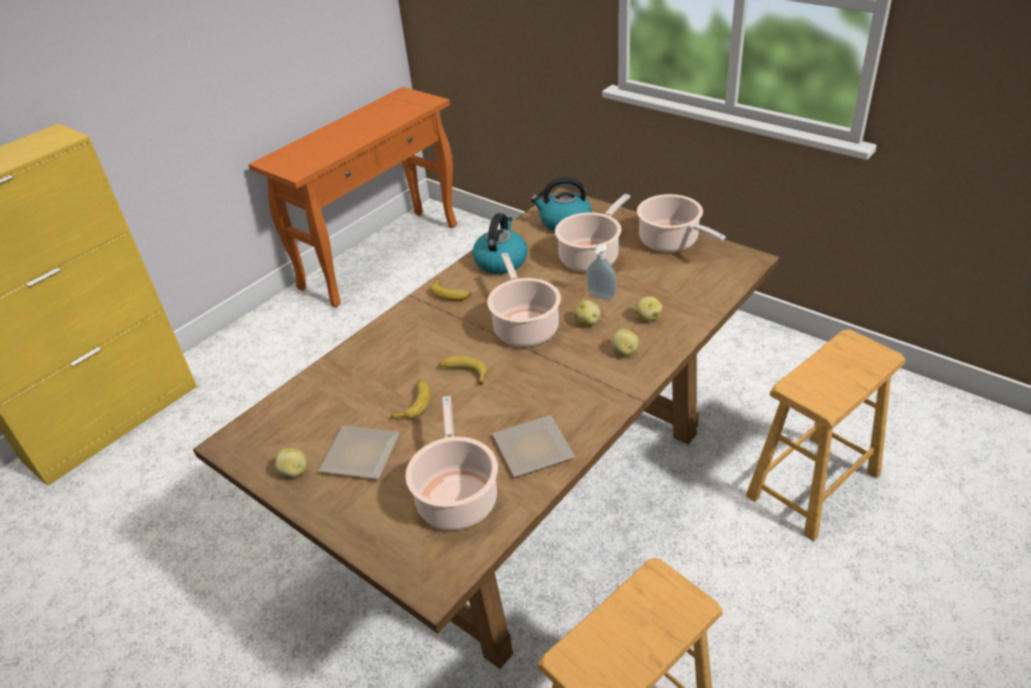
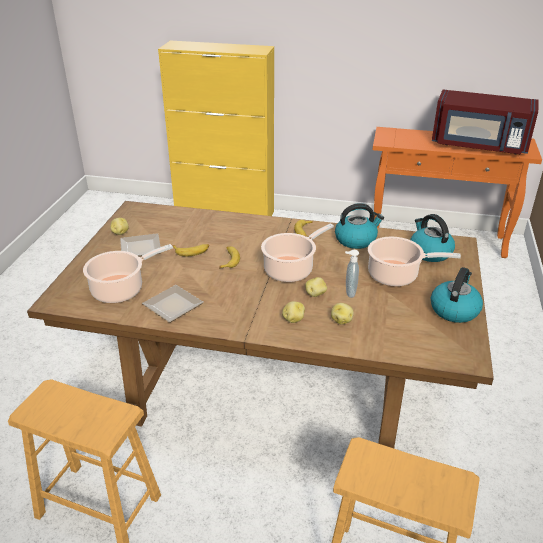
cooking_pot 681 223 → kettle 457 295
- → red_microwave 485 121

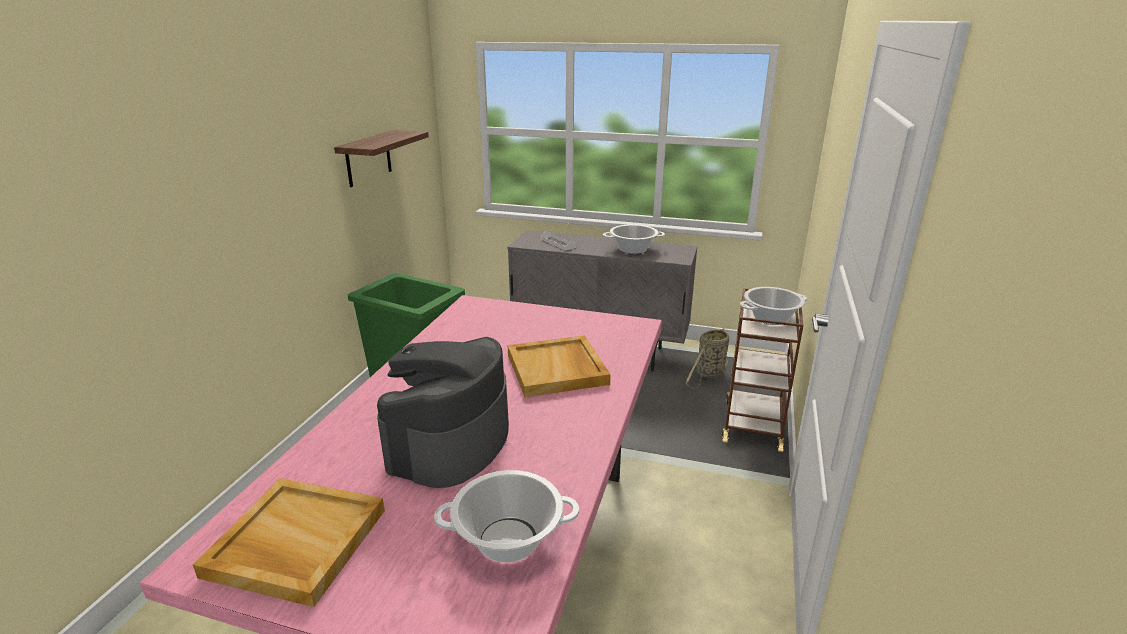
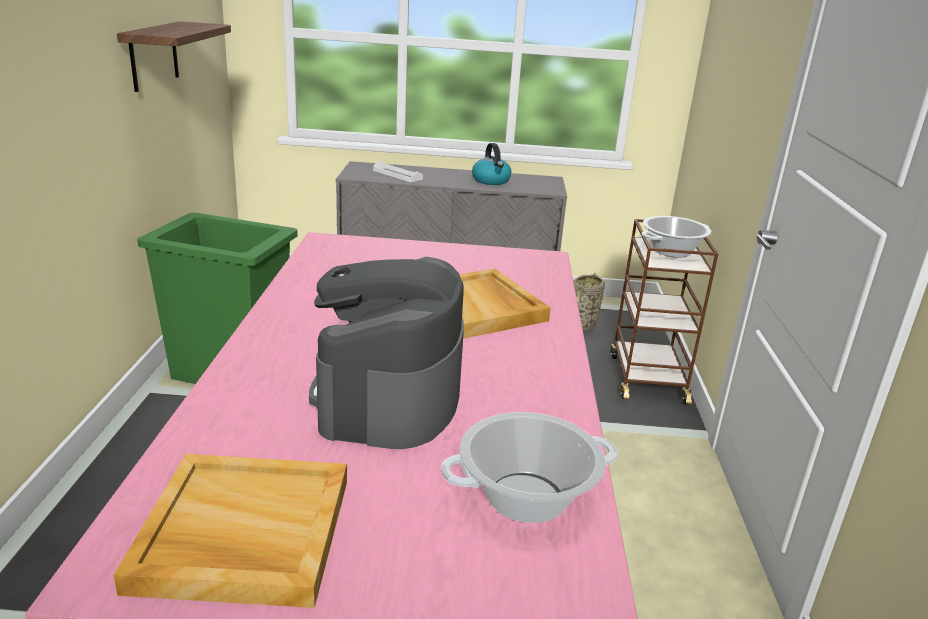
cooking_pot 634 239 → kettle 491 164

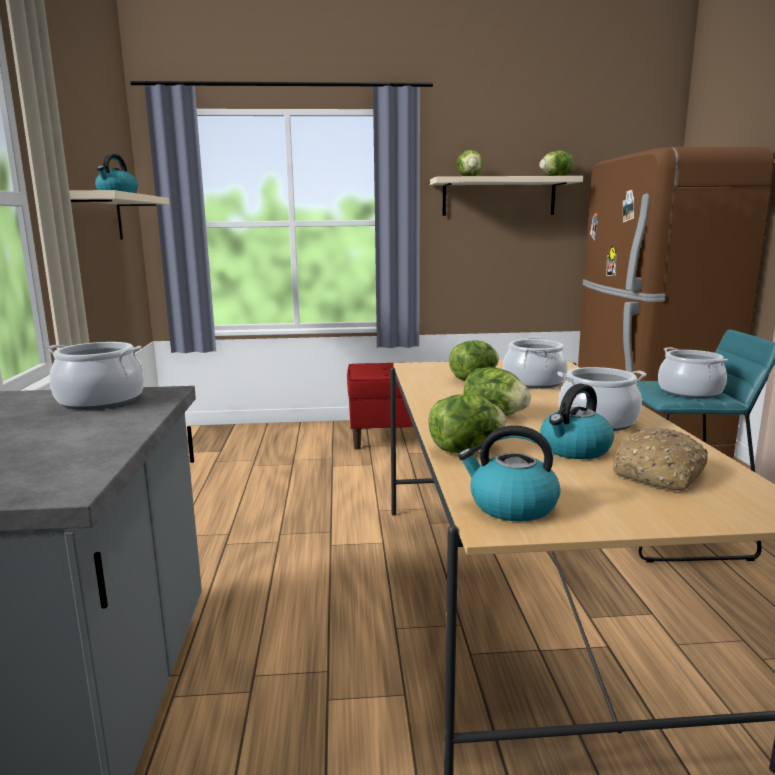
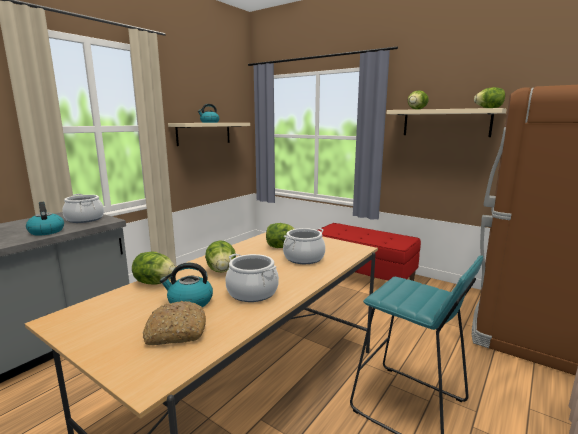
kettle 509 474 → kettle 45 219, relocated
cooking_pot 693 373 → -

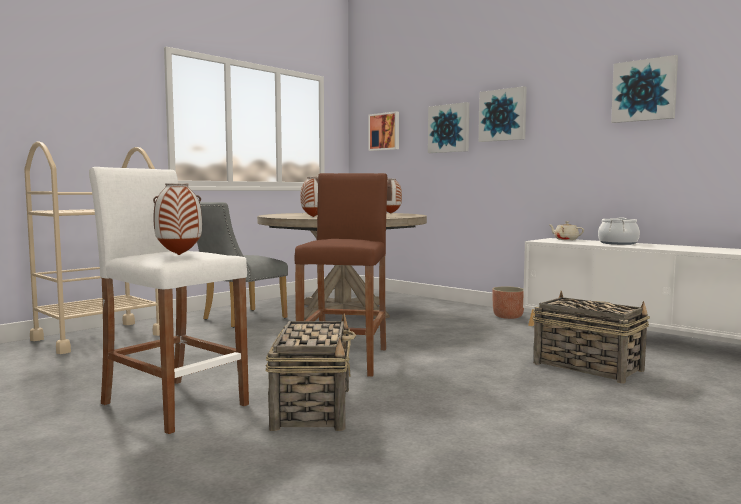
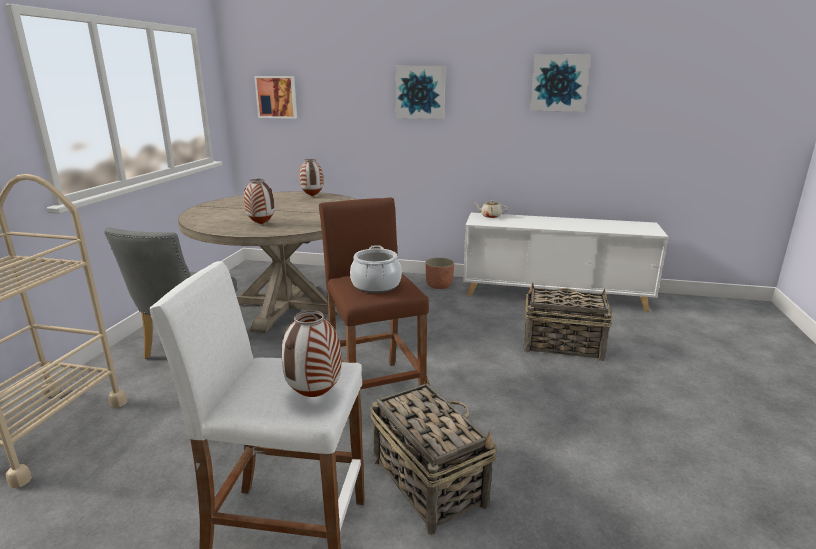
picture 448 127 → -
cooking_pot 619 231 → cooking_pot 376 269, relocated

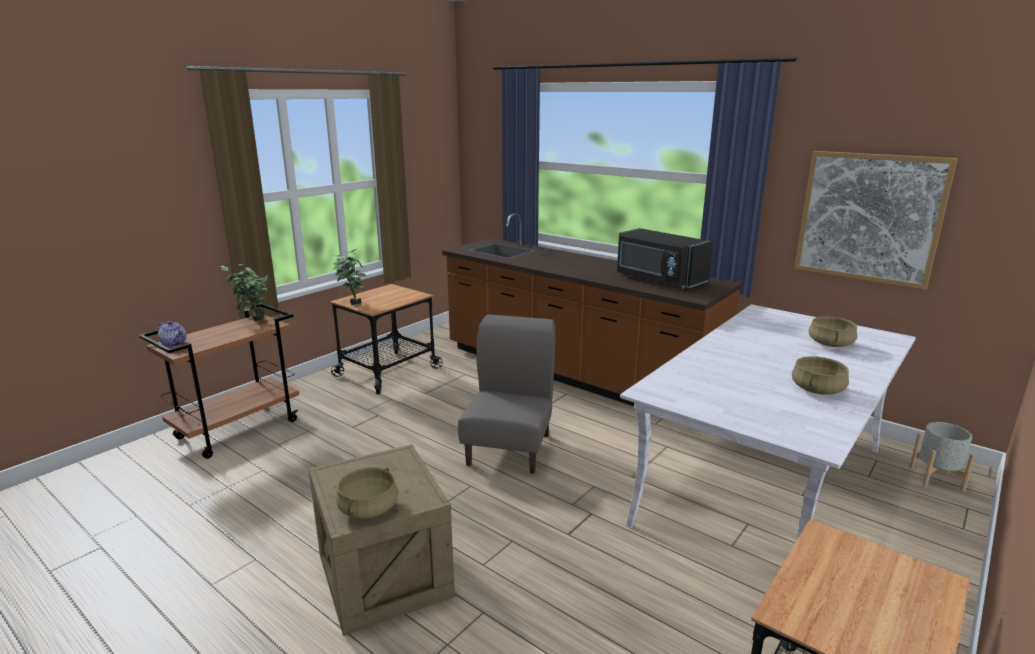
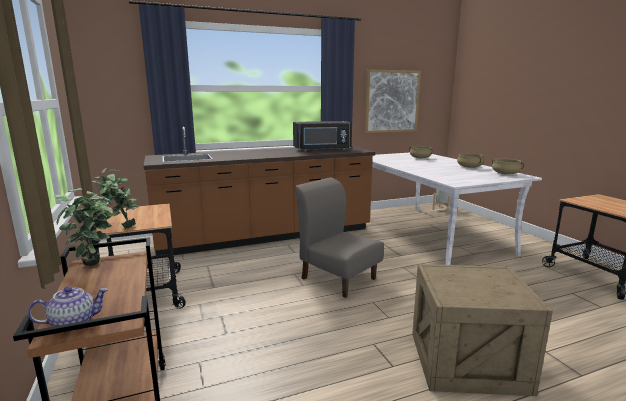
beige_cooking_pot 367 493 → beige_cooking_pot 508 166, relocated

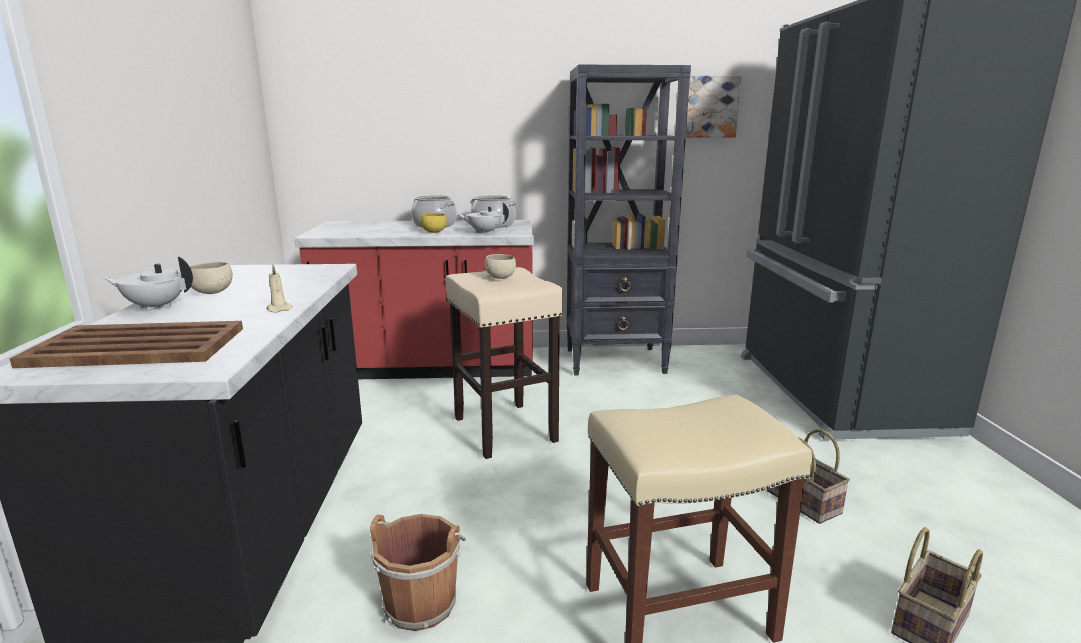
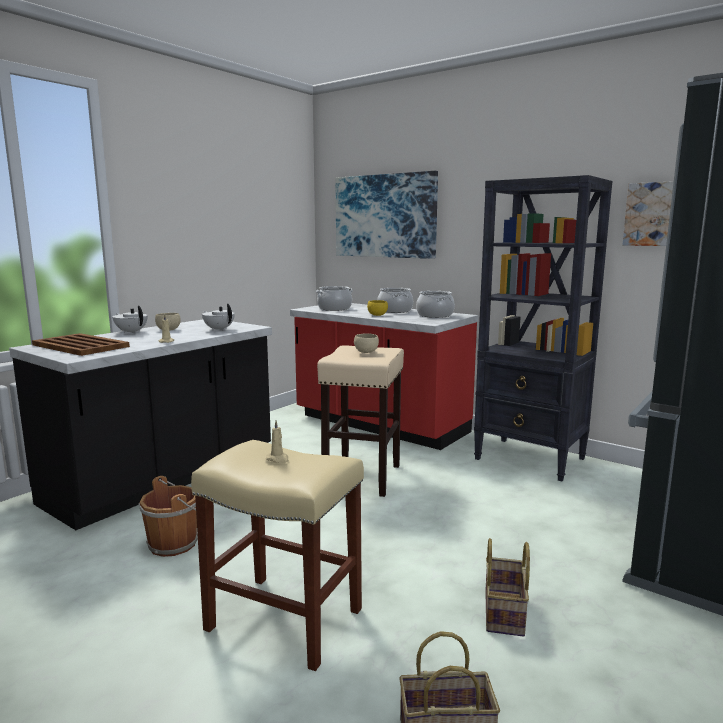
white_teapot 483 218 → white_teapot 218 317, relocated
- → beige_candle 277 442
- → cooking_pot 334 298
- → picture 386 215

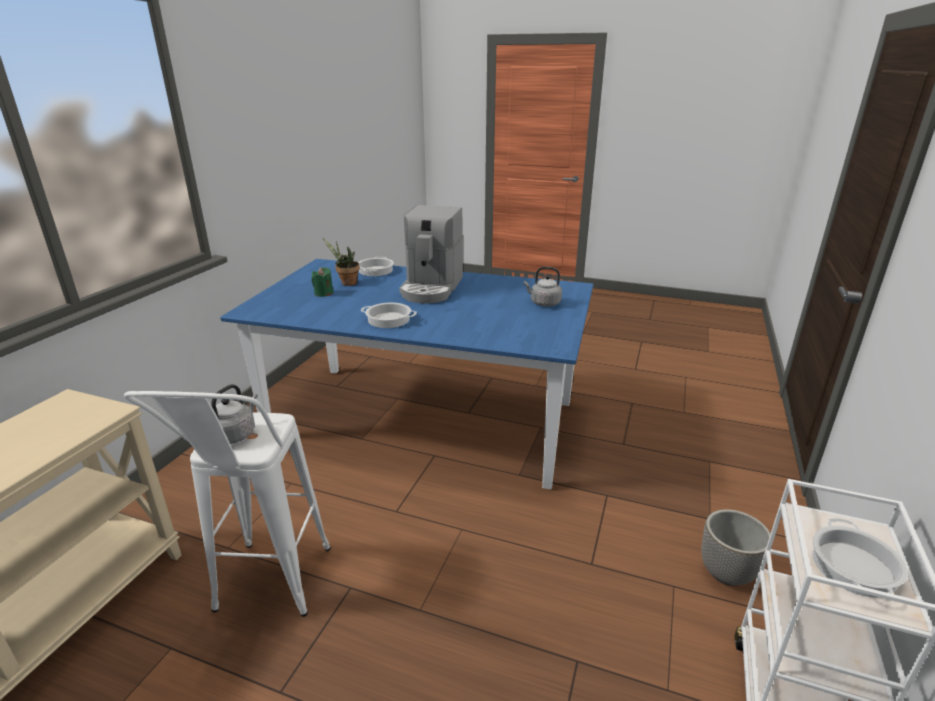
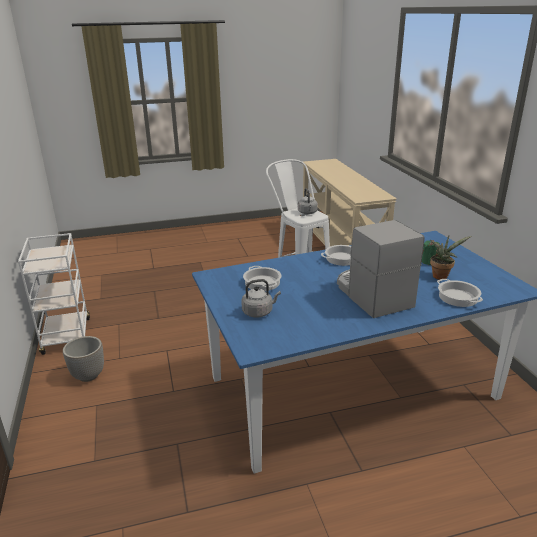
cooking_pot 860 558 → cooking_pot 262 278, relocated

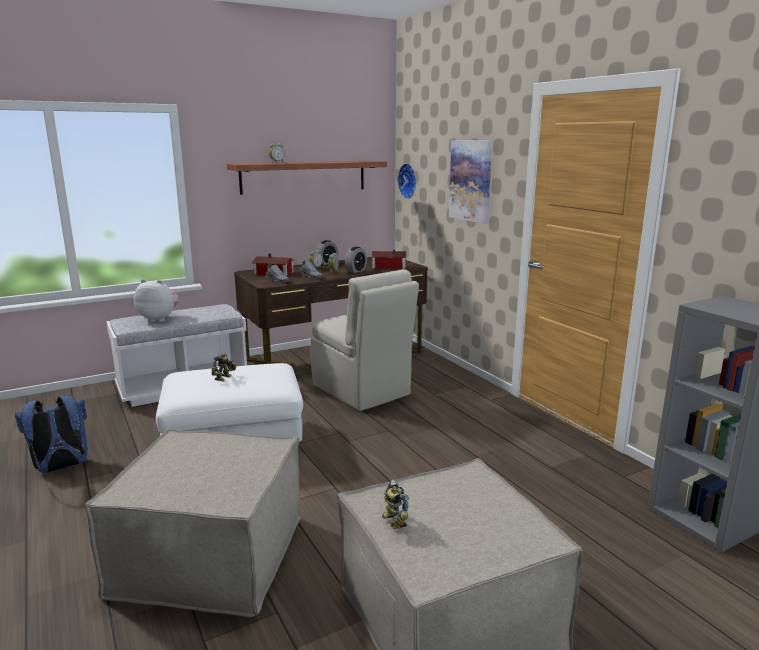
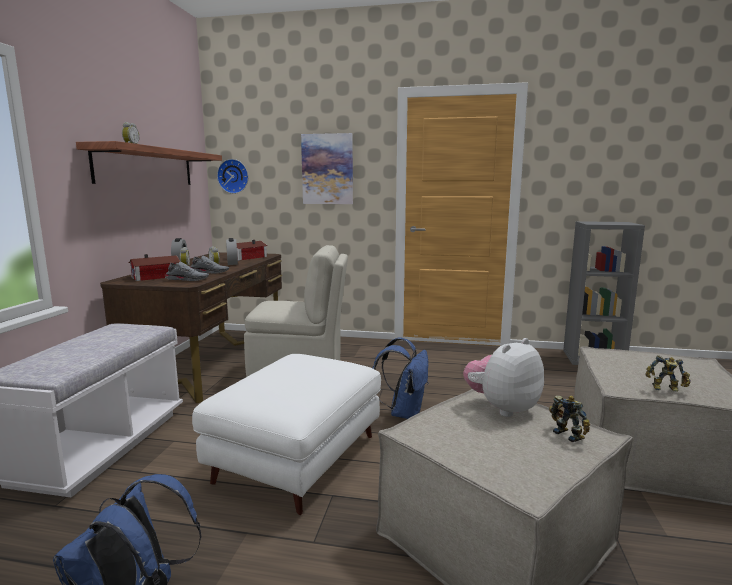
plush_toy 156 300 → plush_toy 503 377, relocated
toy_robot 224 367 → toy_robot 569 418, relocated
- → blue_backpack 400 378

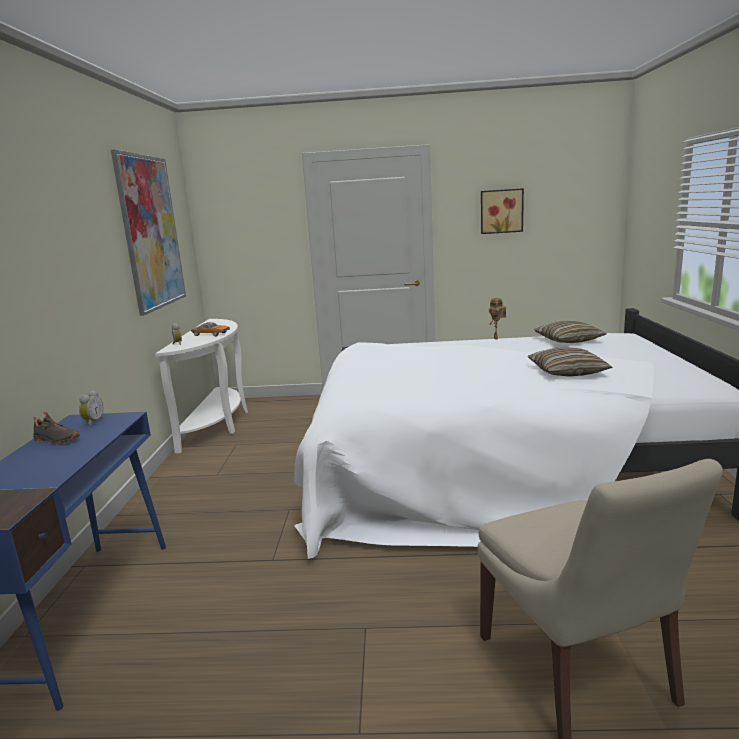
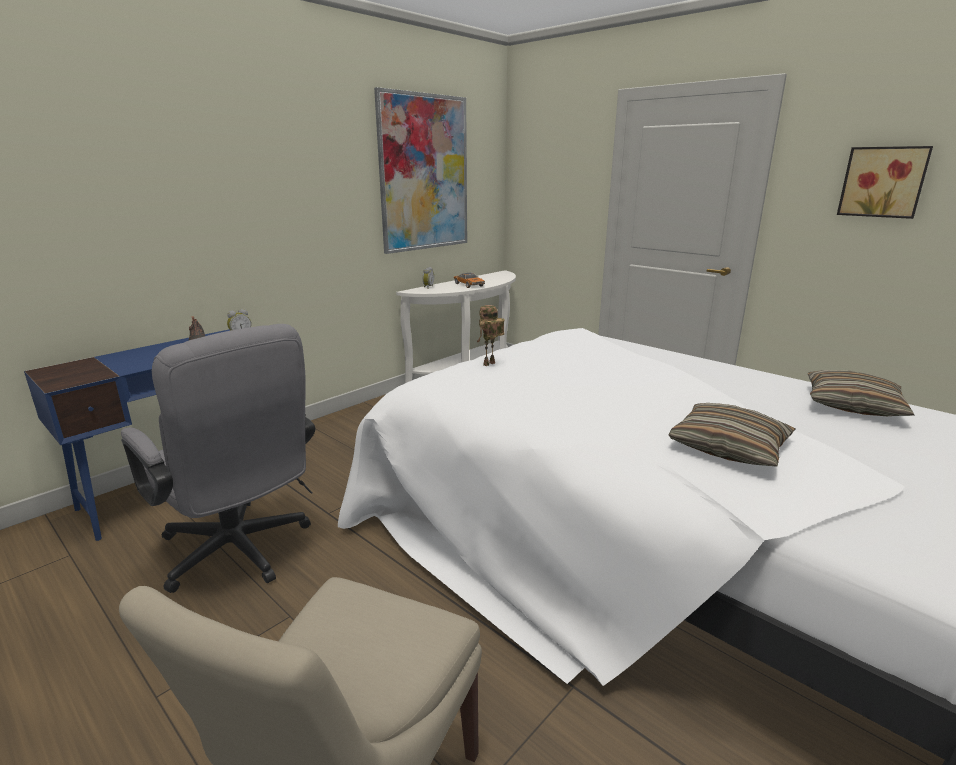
toy_robot 497 318 → toy_robot 491 335, relocated
- → grey_office_chair 218 458

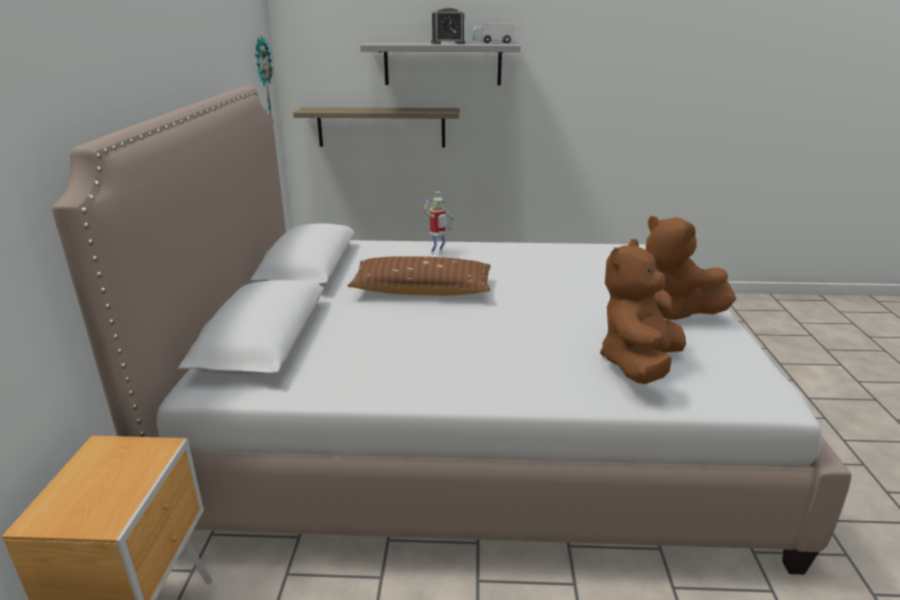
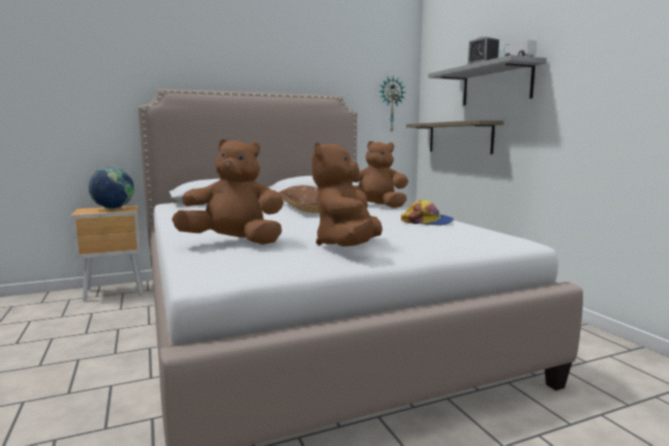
toy_robot 439 222 → brown_plush_toy 380 174
- → globe 111 188
- → cap 427 213

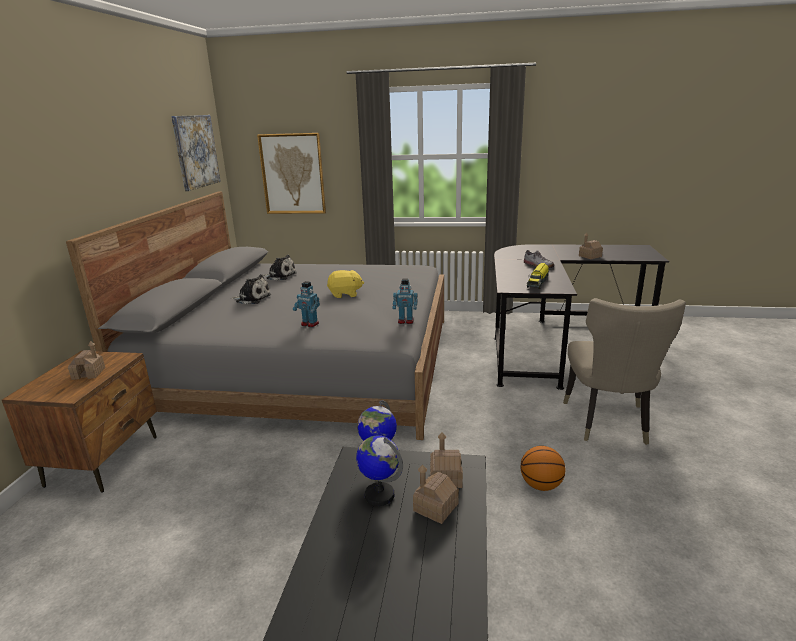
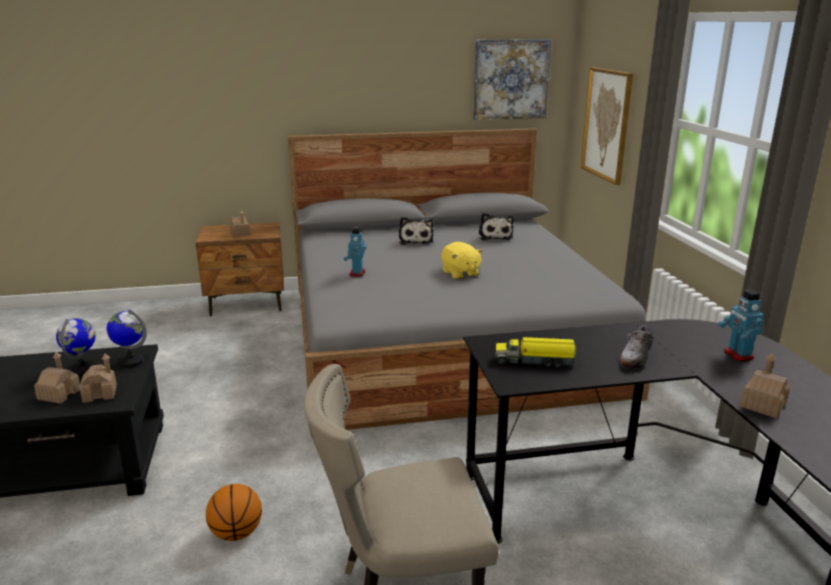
toy_robot 405 301 → toy_robot 741 325, relocated

